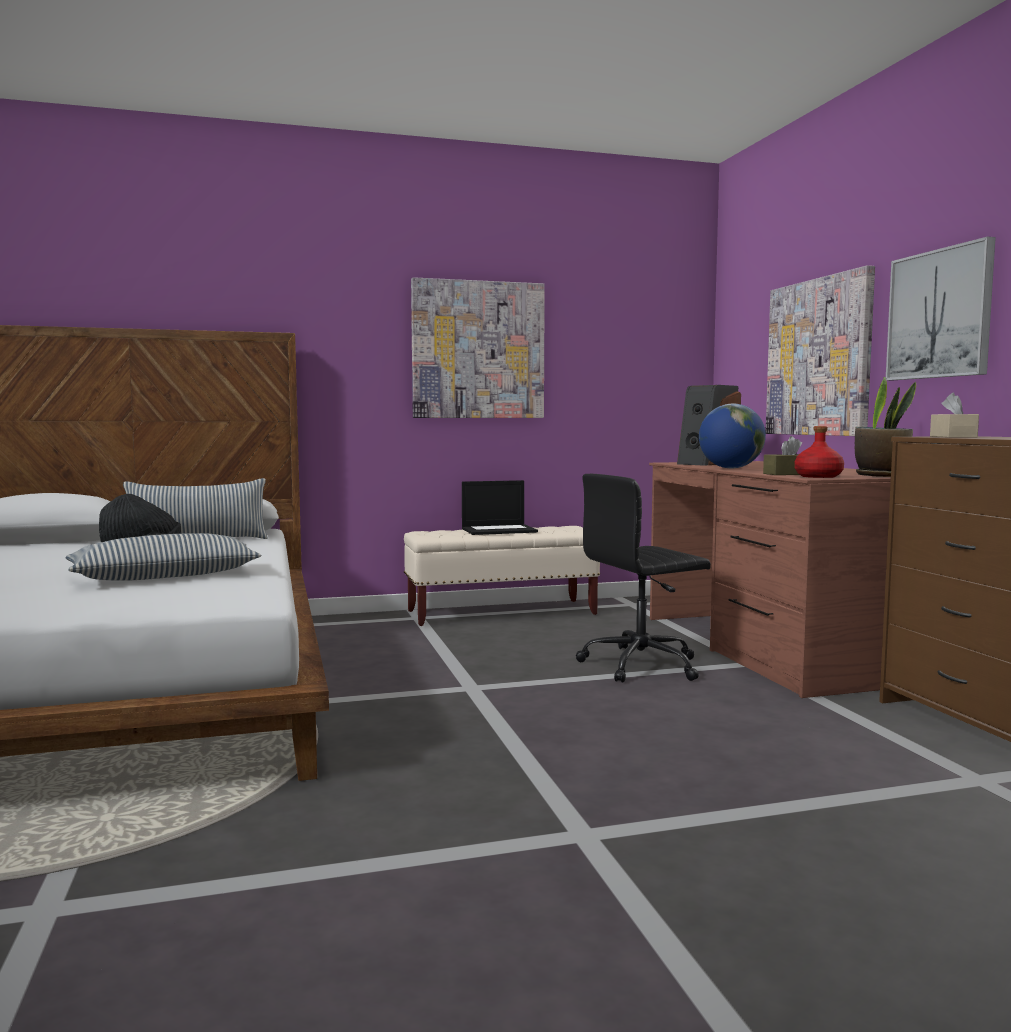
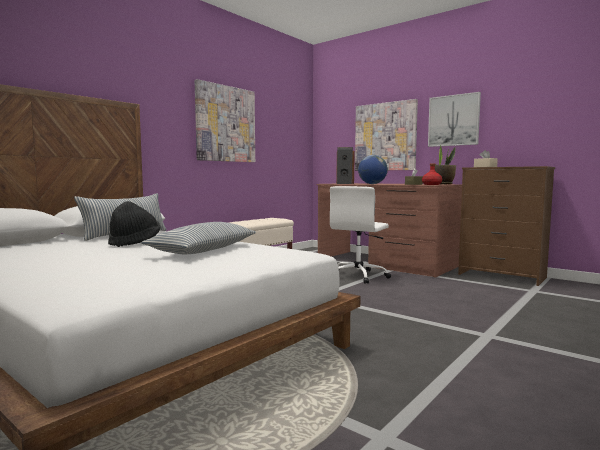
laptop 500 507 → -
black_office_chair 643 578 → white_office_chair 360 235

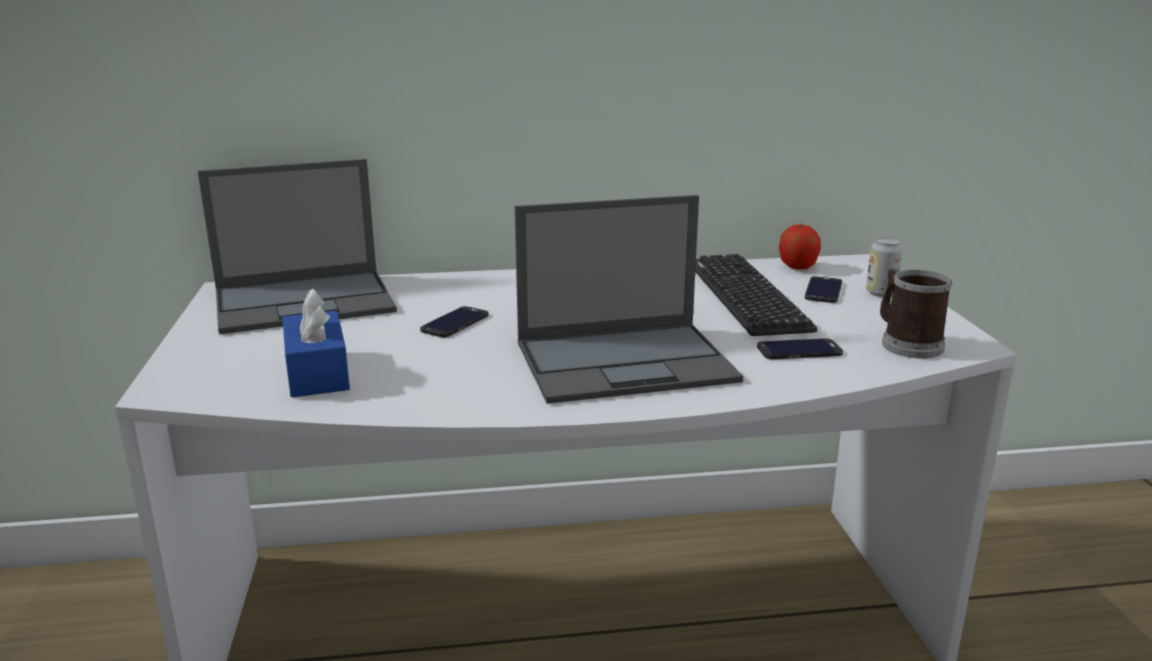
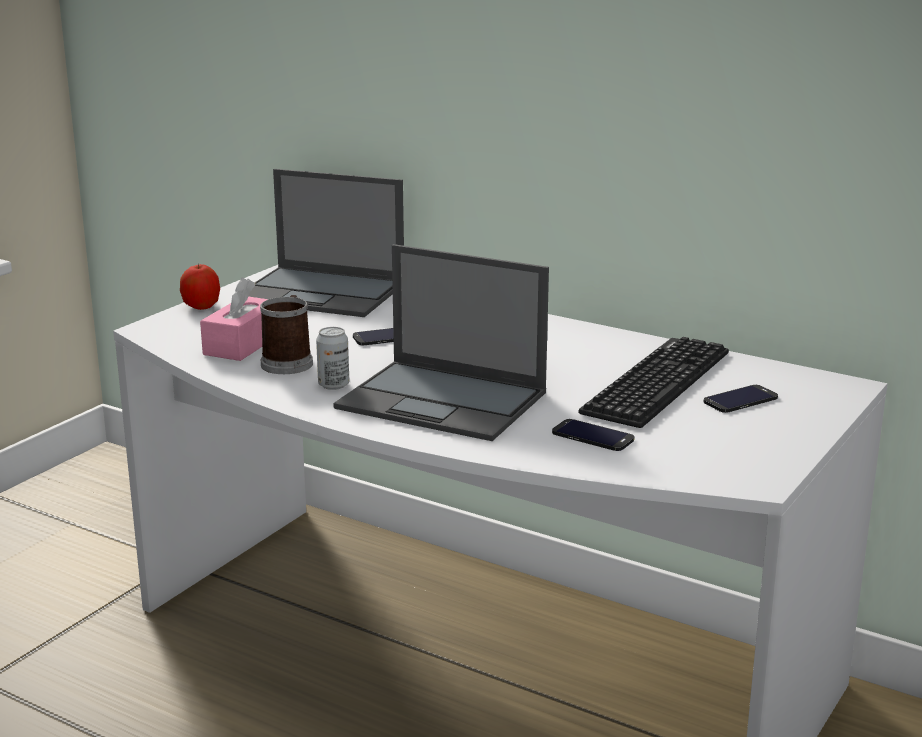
blue_tissue_box 316 342 → pink_tissue_box 234 319
apple 800 247 → apple 200 286, relocated
can 884 267 → can 332 358, relocated
mug 916 313 → mug 286 334, relocated

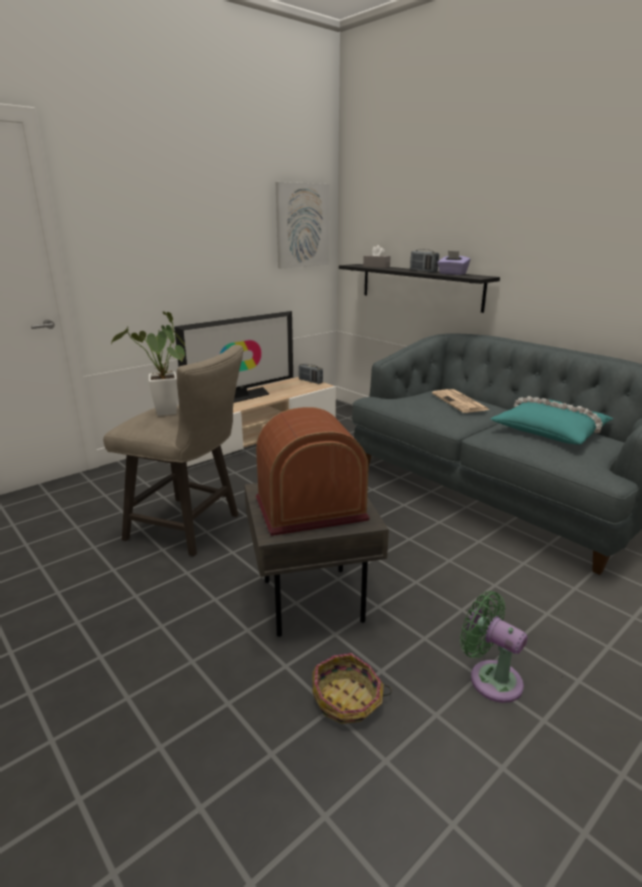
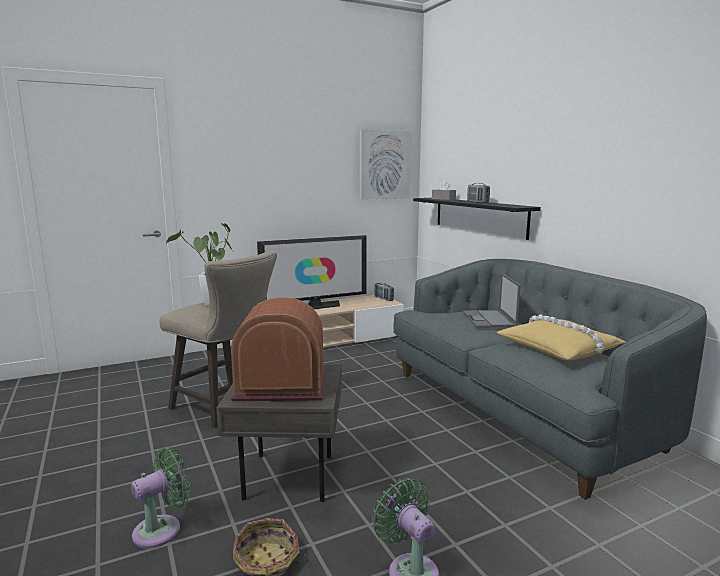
newspaper 460 401 → laptop 492 300
purple_tissue_box 453 263 → -
turquoise_pillow 552 420 → yellow_pillow 561 337
- → green_fan 160 497

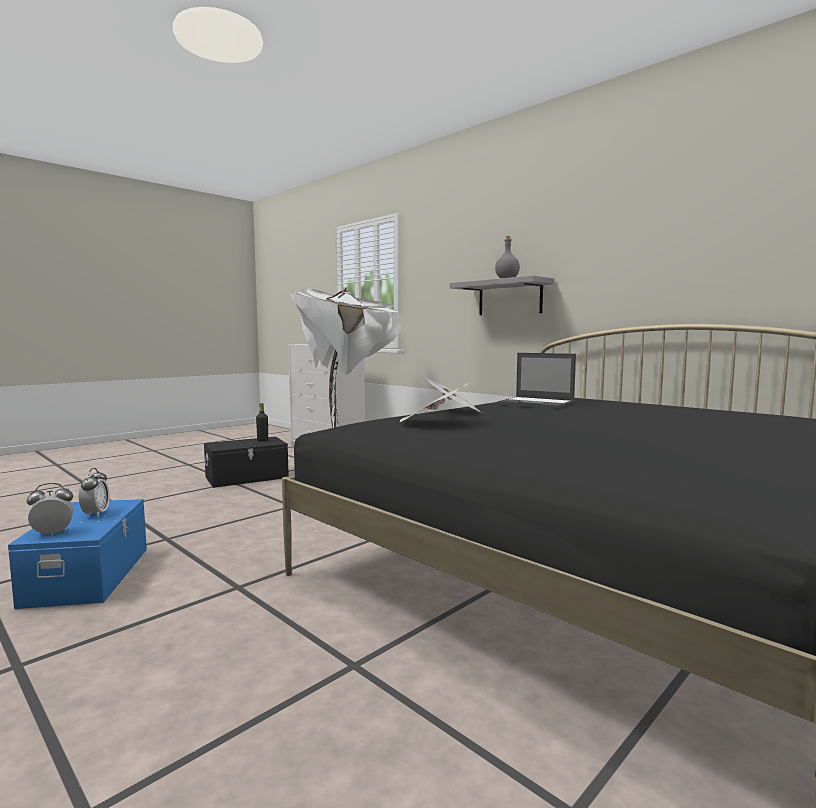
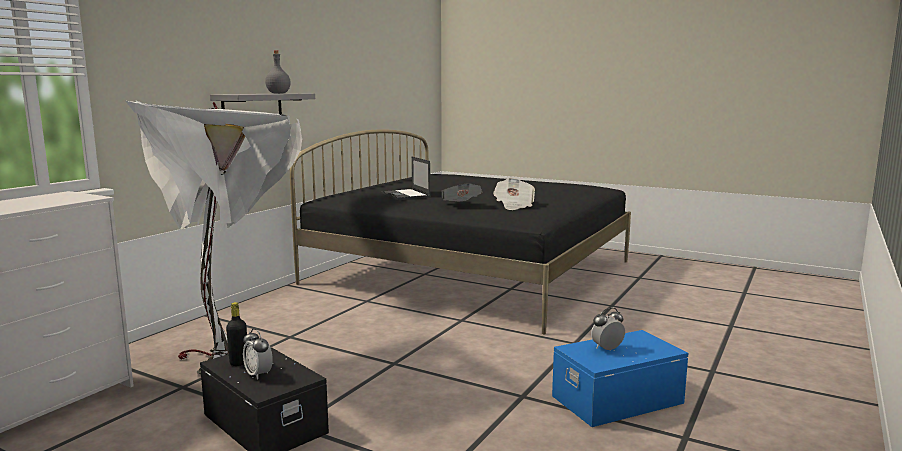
alarm_clock 50 509 → alarm_clock 258 354, relocated
laptop 537 381 → laptop 406 178, 135 degrees clockwise

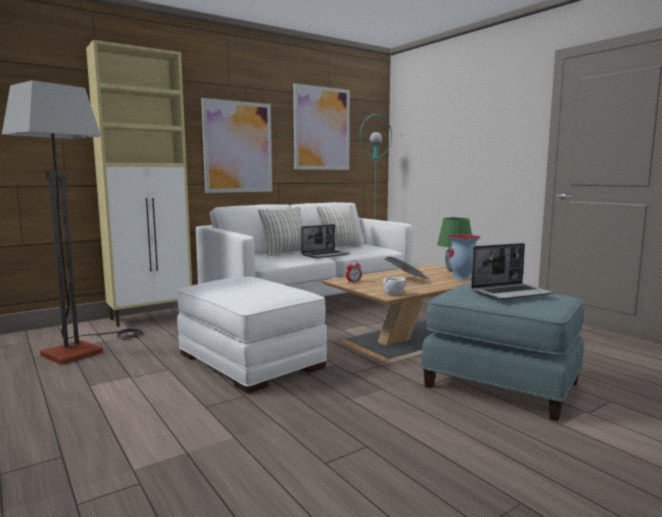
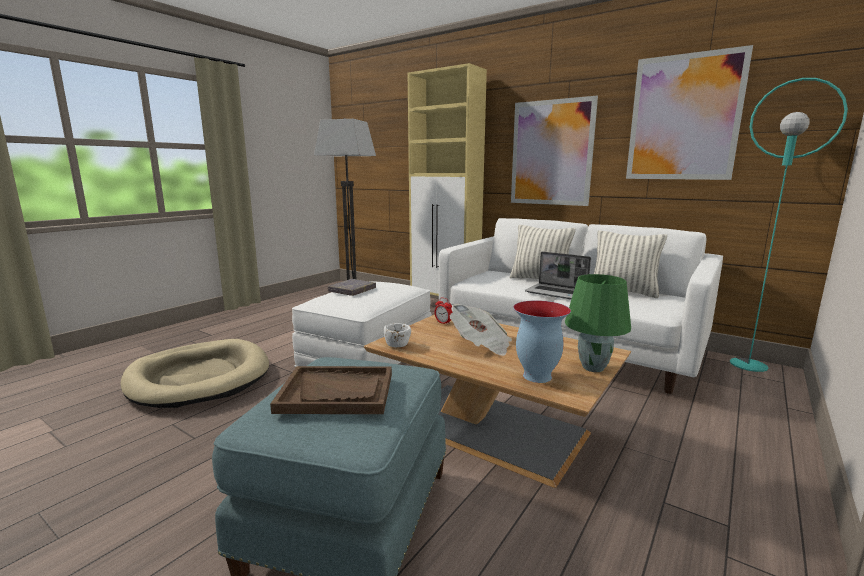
laptop 512 271 → brown_tray 331 390
- → beige_dog_bed 195 373
- → grey_book 352 287

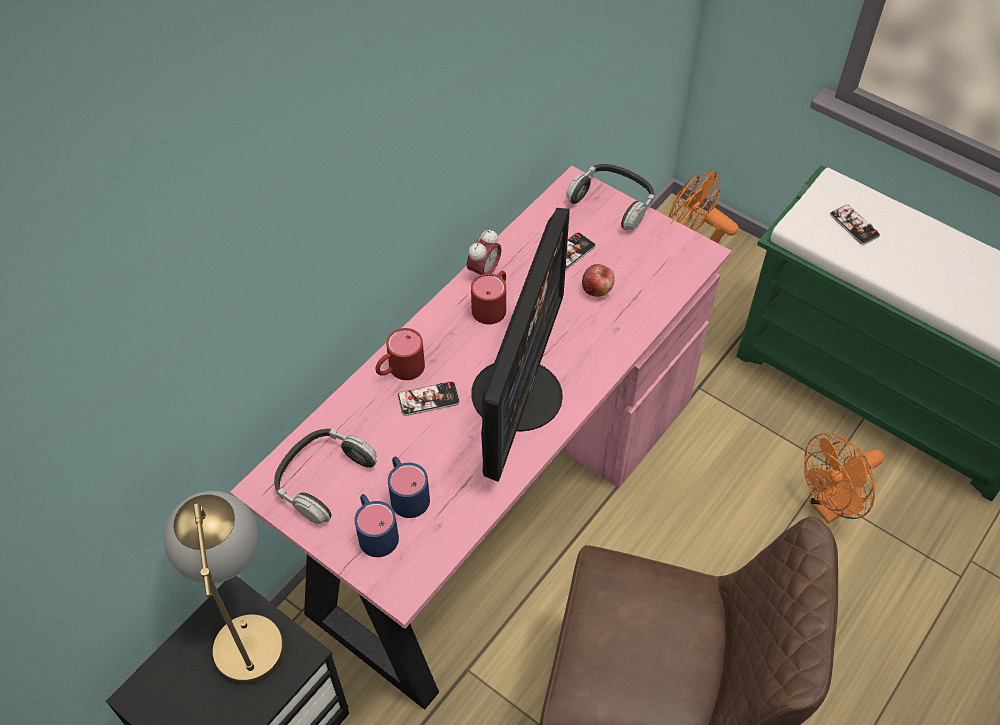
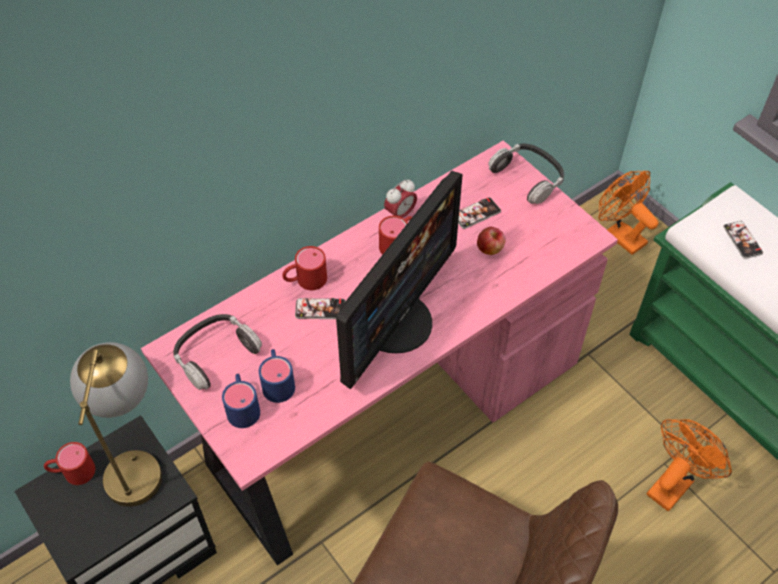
orange_fan 844 478 → orange_fan 689 465, 150 degrees clockwise
- → red_mug 69 463

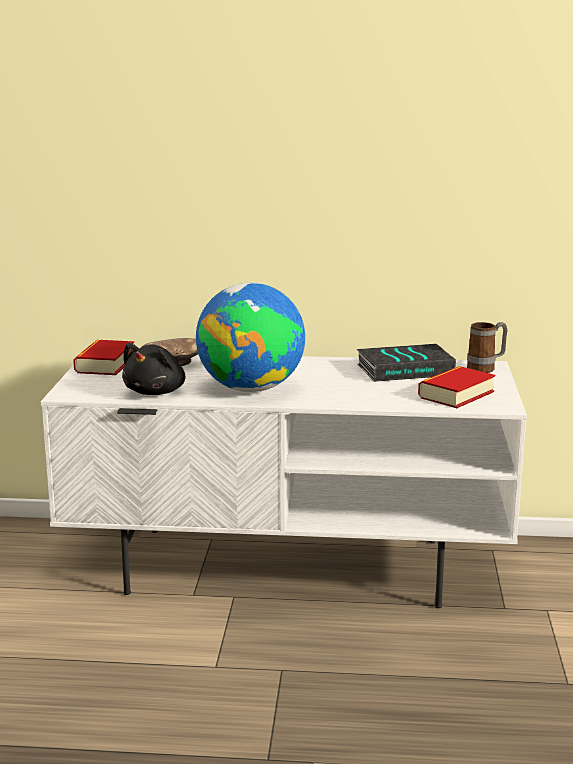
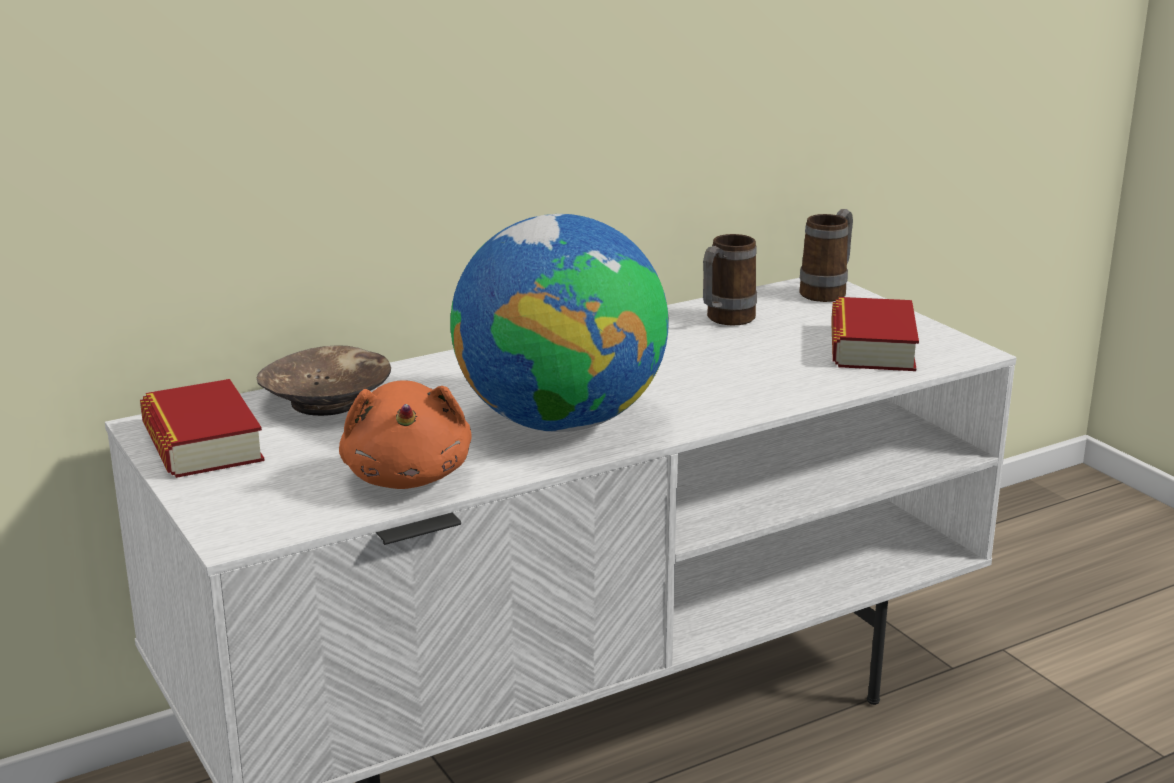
black_plush_toy 153 369 → orange_plush_toy 405 434
book 406 363 → mug 730 279

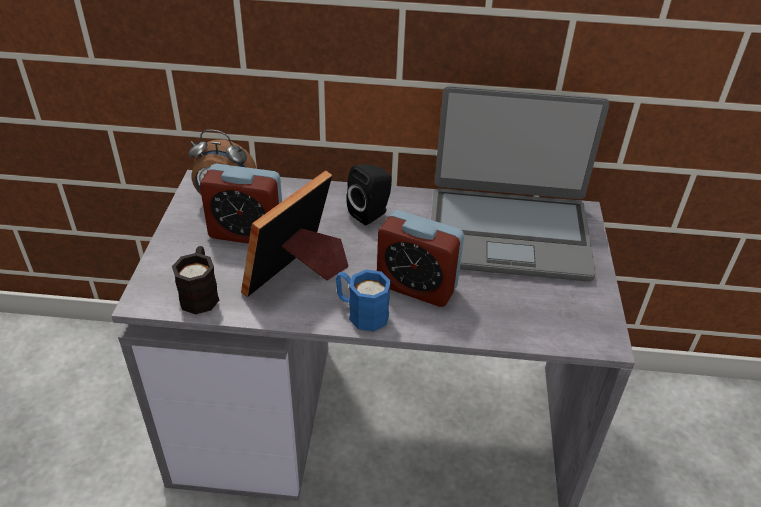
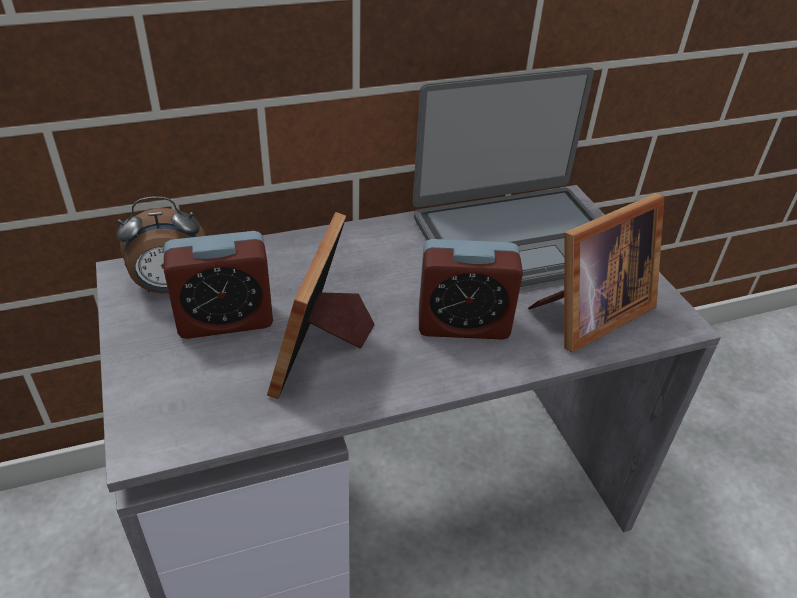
black_mug 195 280 → -
blue_mug 363 300 → -
black_speaker 369 194 → -
- → picture_frame 596 272

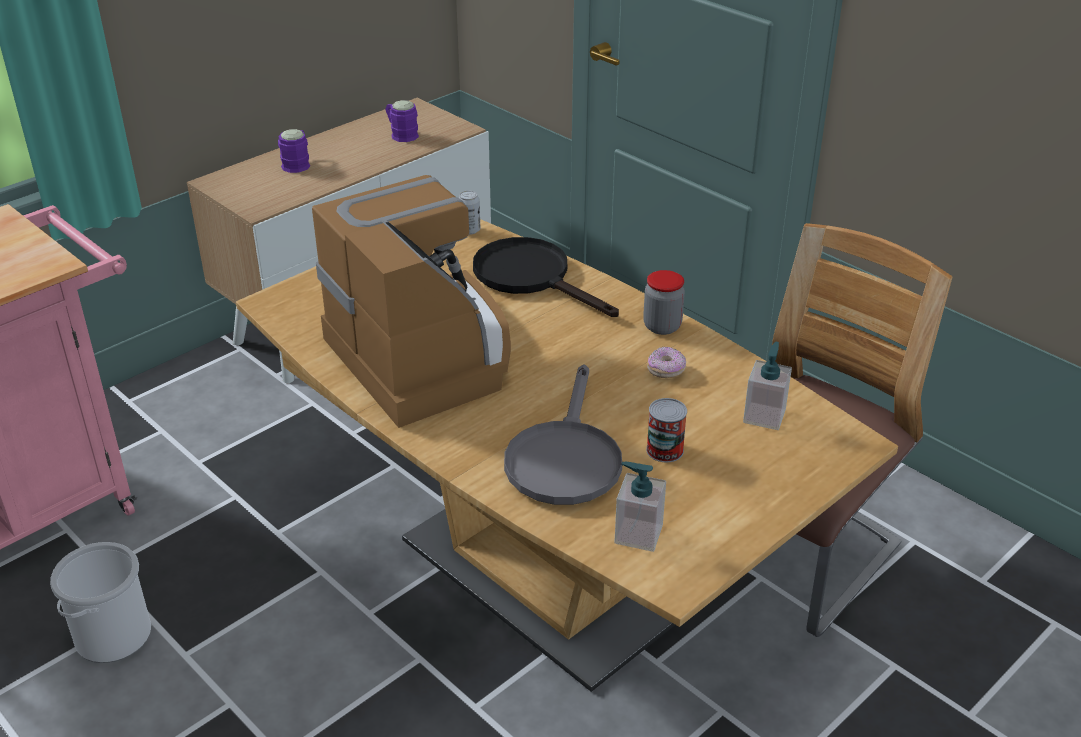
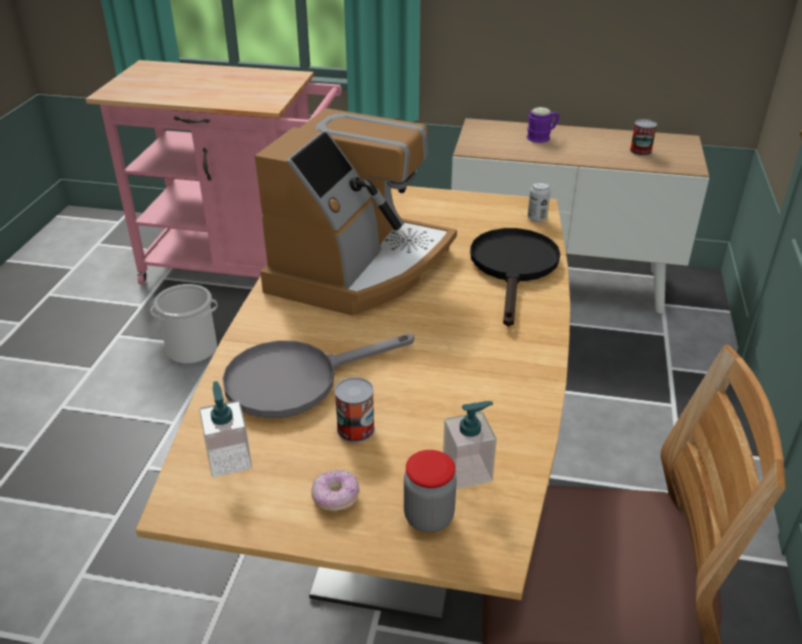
purple_mug 402 121 → can 643 137
jar 664 302 → jar 430 491, relocated
donut 666 362 → donut 335 490, relocated

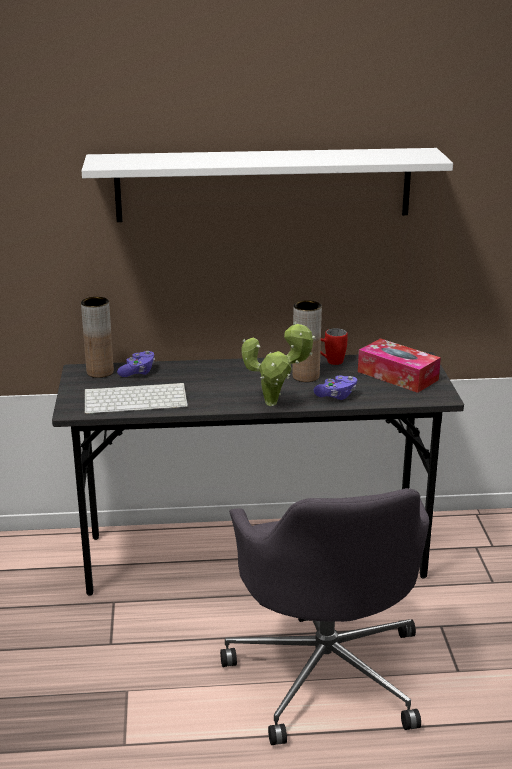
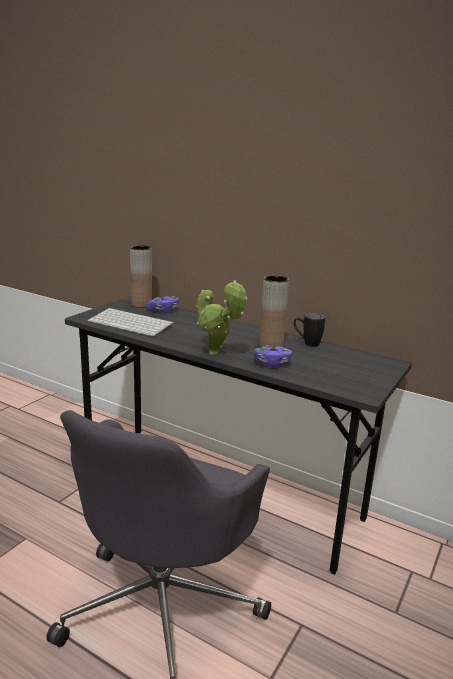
white_shelf 267 185 → -
red_mug 334 346 → black_mug 309 329
tissue_box 399 365 → -

